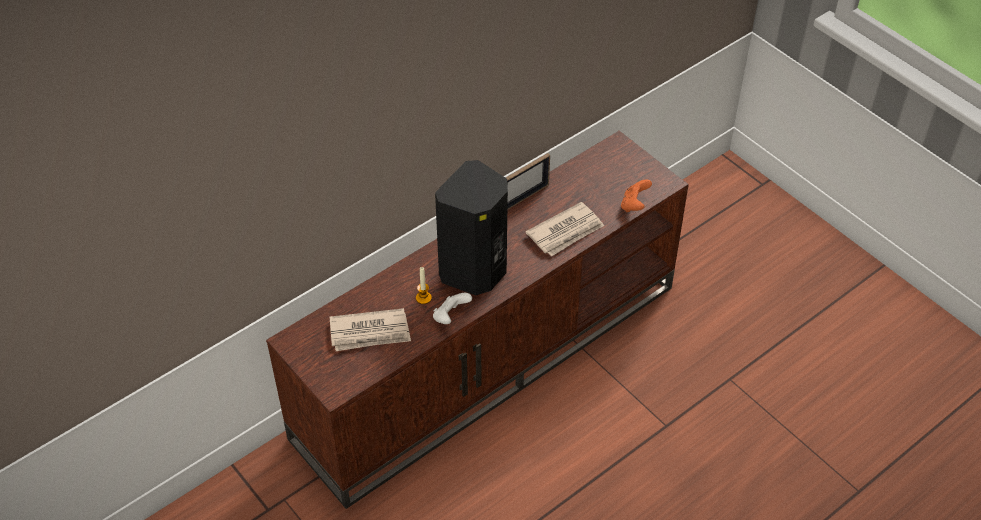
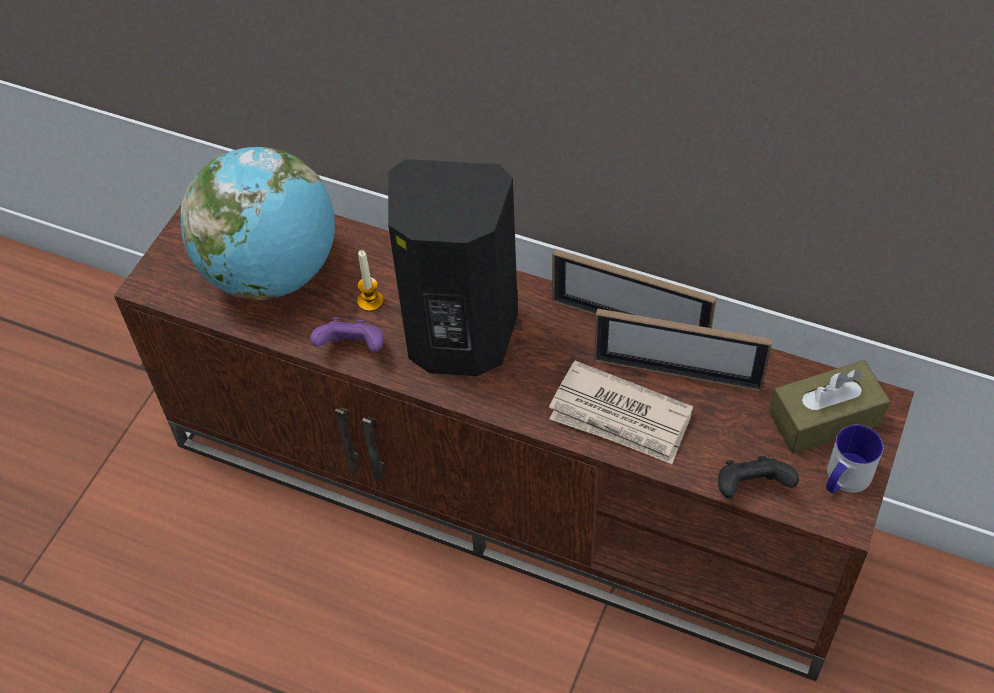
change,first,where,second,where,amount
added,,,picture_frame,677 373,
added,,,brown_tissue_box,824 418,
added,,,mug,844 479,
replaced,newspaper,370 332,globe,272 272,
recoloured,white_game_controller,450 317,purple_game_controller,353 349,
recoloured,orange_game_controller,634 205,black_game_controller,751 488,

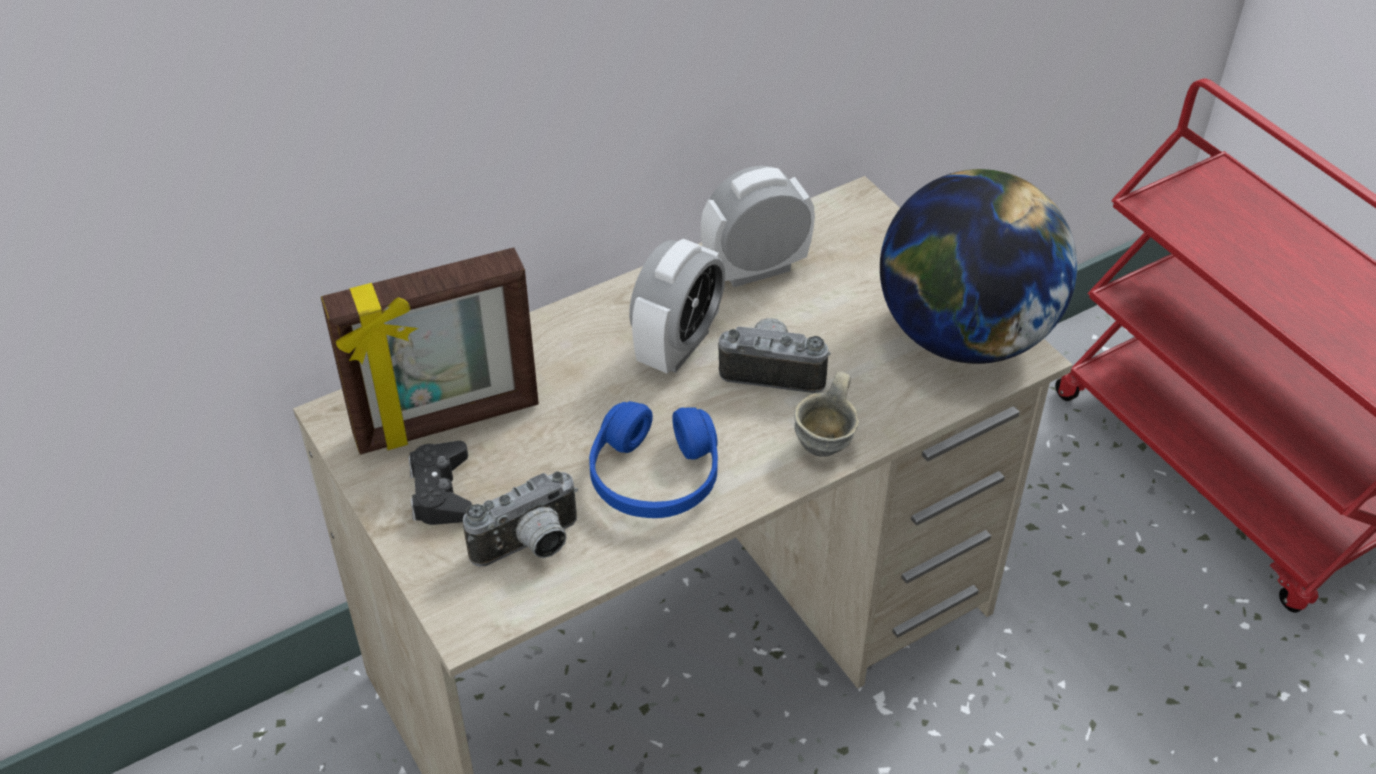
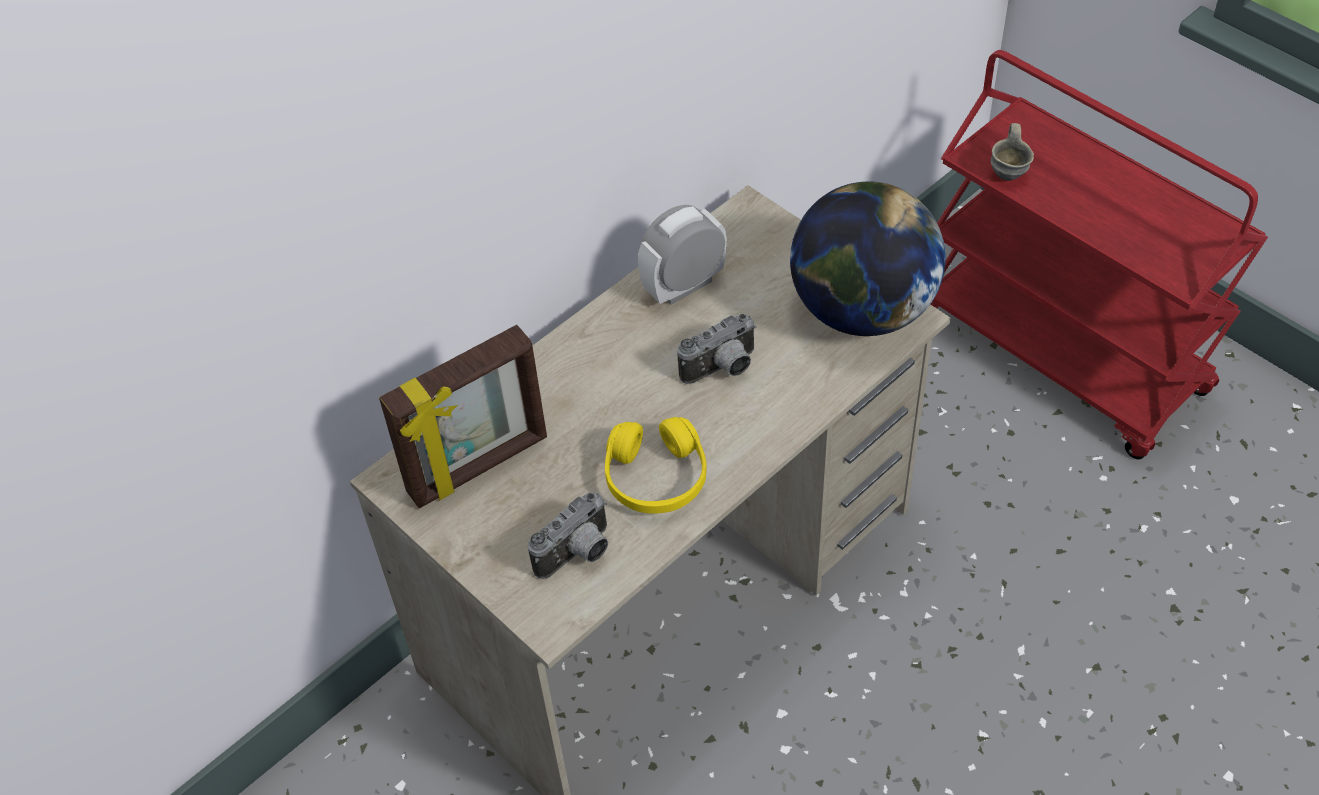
change,first,where,second,where,amount
removed,black_game_controller,441 491,,,
removed,alarm_clock,678 346,,,
moved,grey_mug,828 443,,1010 172,
recoloured,blue_headphones,654 476,yellow_headphones,656 477,
turned,photo_camera,773 370,,722 369,150 degrees clockwise

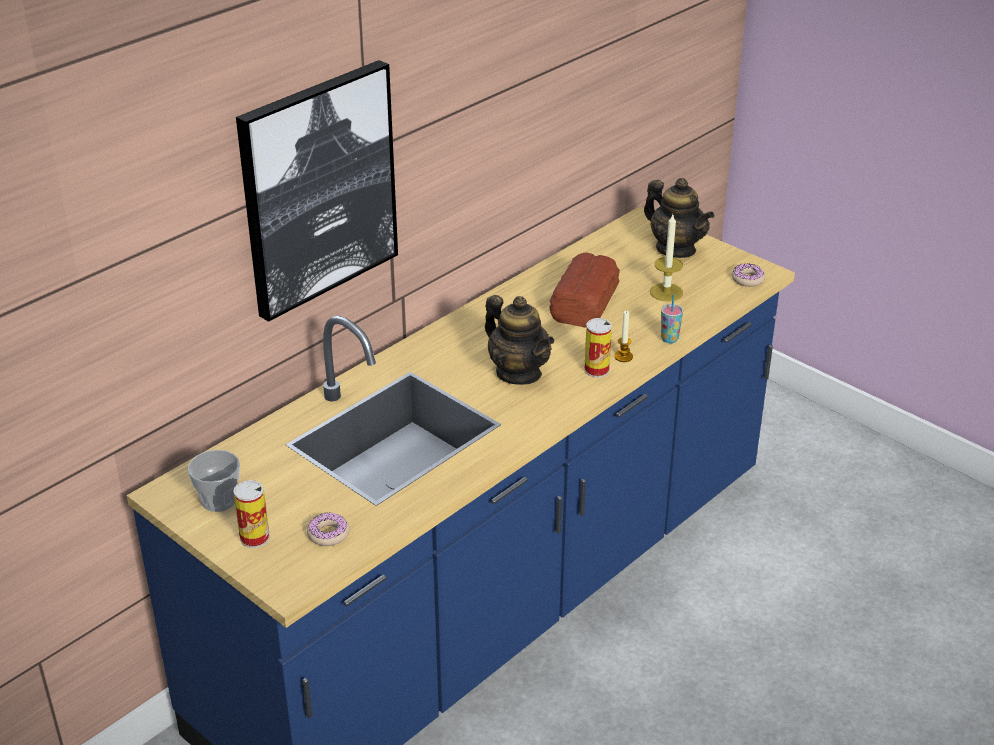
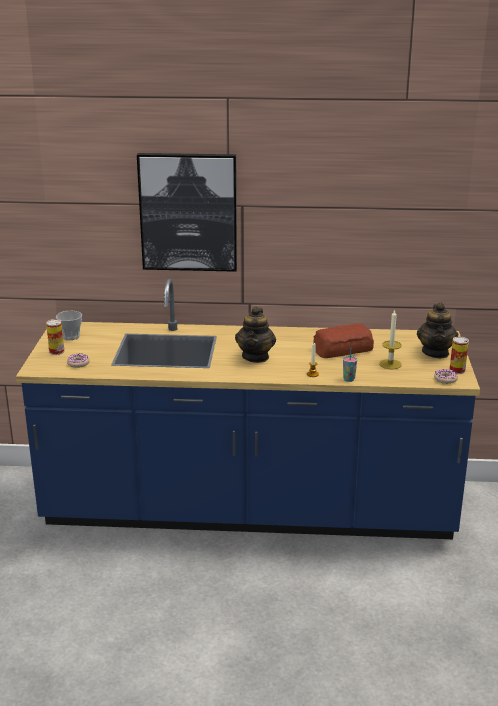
change,first,where,second,where,amount
moved,can,596 370,,457 370,

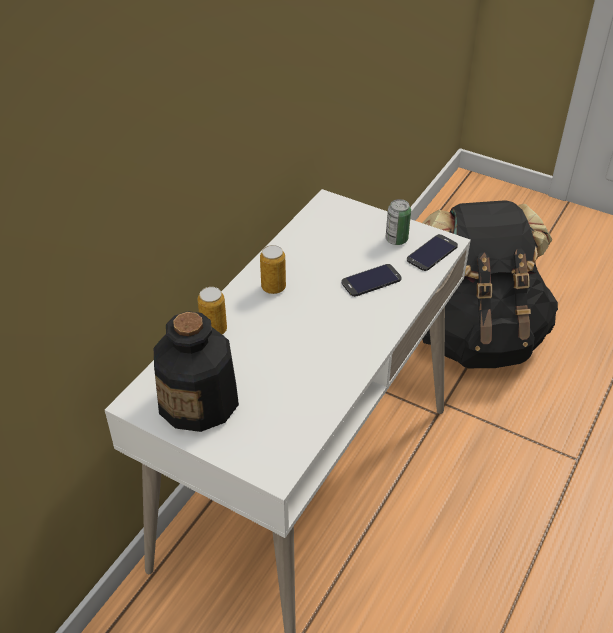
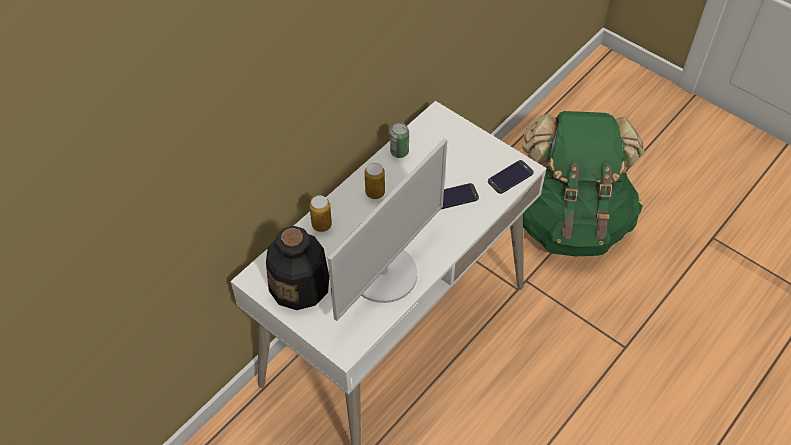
change,first,where,second,where,amount
added,,,monitor,384 273,
moved,can,396 239,,399 152,
recoloured,black_backpack,476 336,green_backpack,570 222,

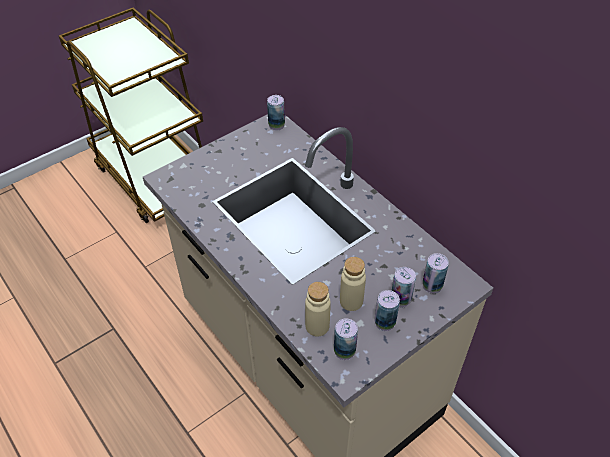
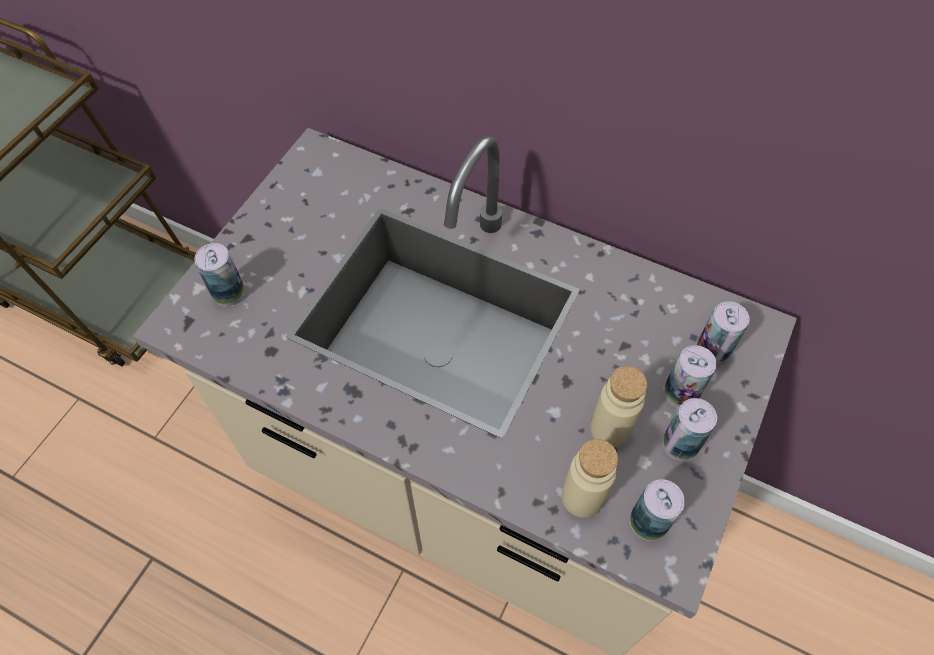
change,first,where,second,where,amount
moved,can,276 125,,229 293,

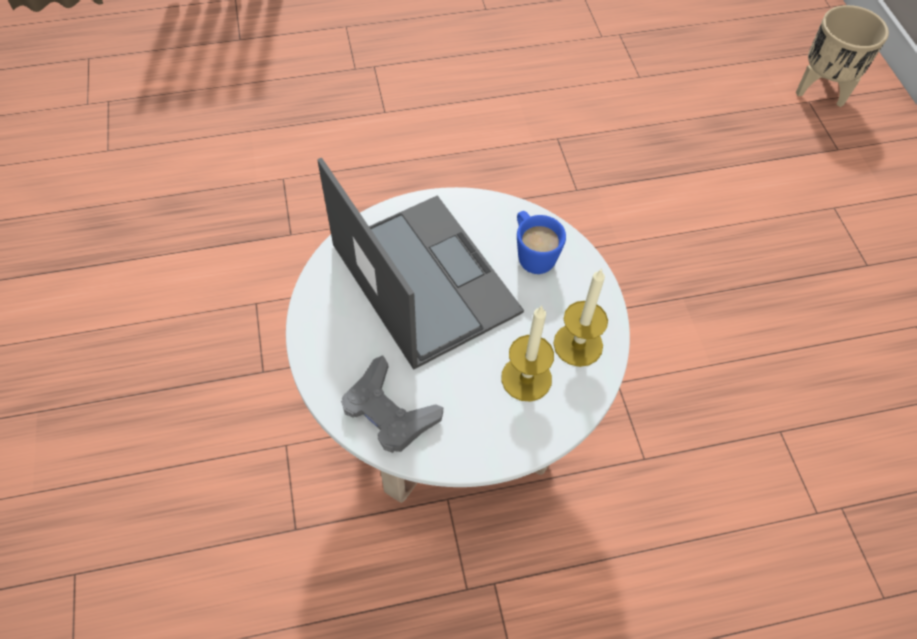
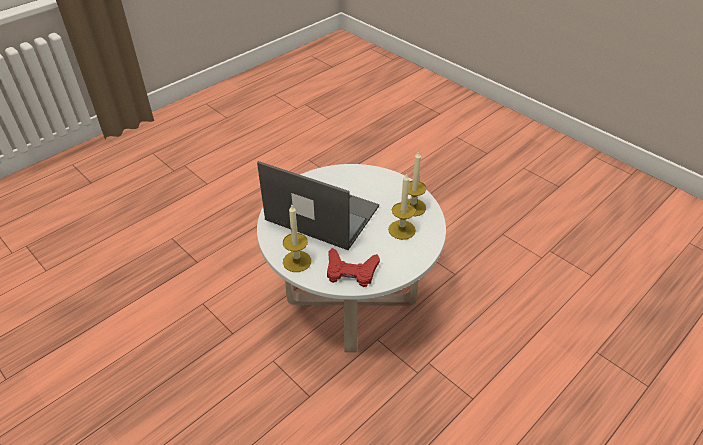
change,first,where,second,where,amount
removed,blue_mug,532 254,,,
removed,beige_planter,821 91,,,
added,,,candle,297 261,
recoloured,grey_game_controller,389 411,red_game_controller,351 271,

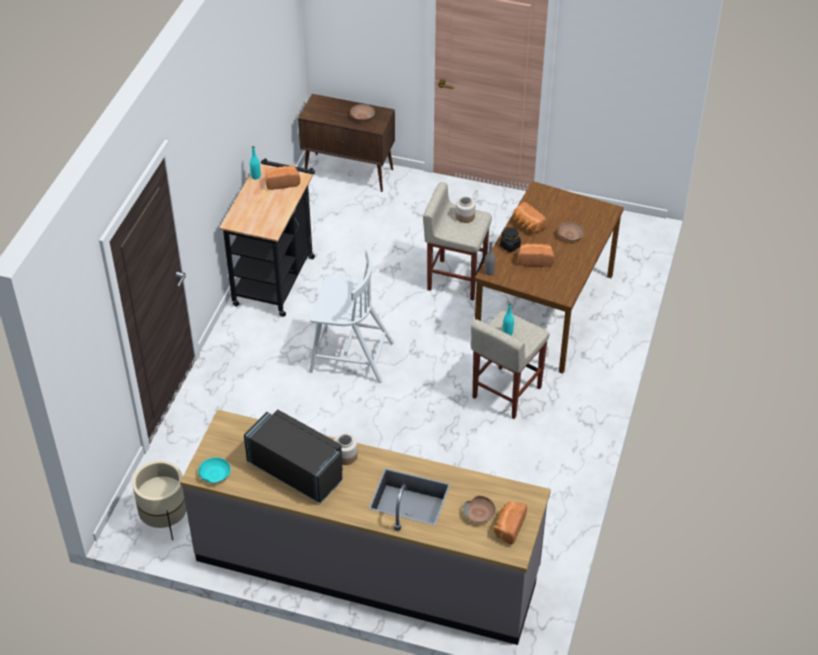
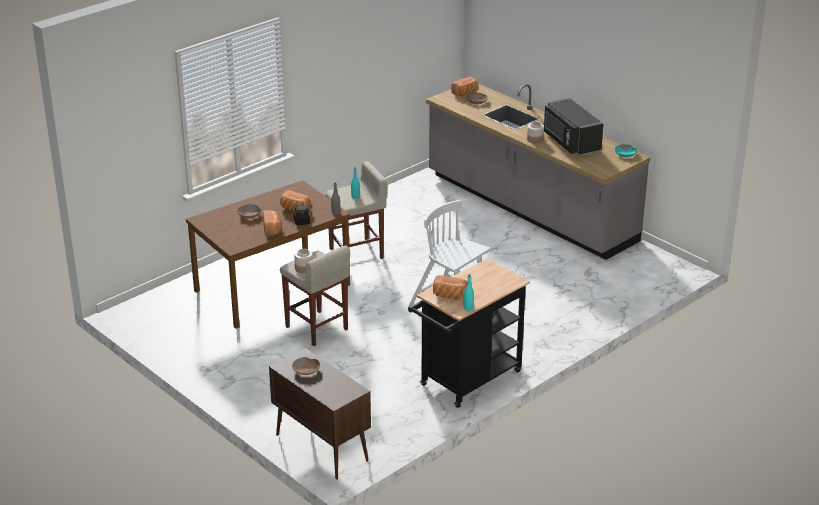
change,first,where,second,where,amount
removed,beige_planter,165 520,,,

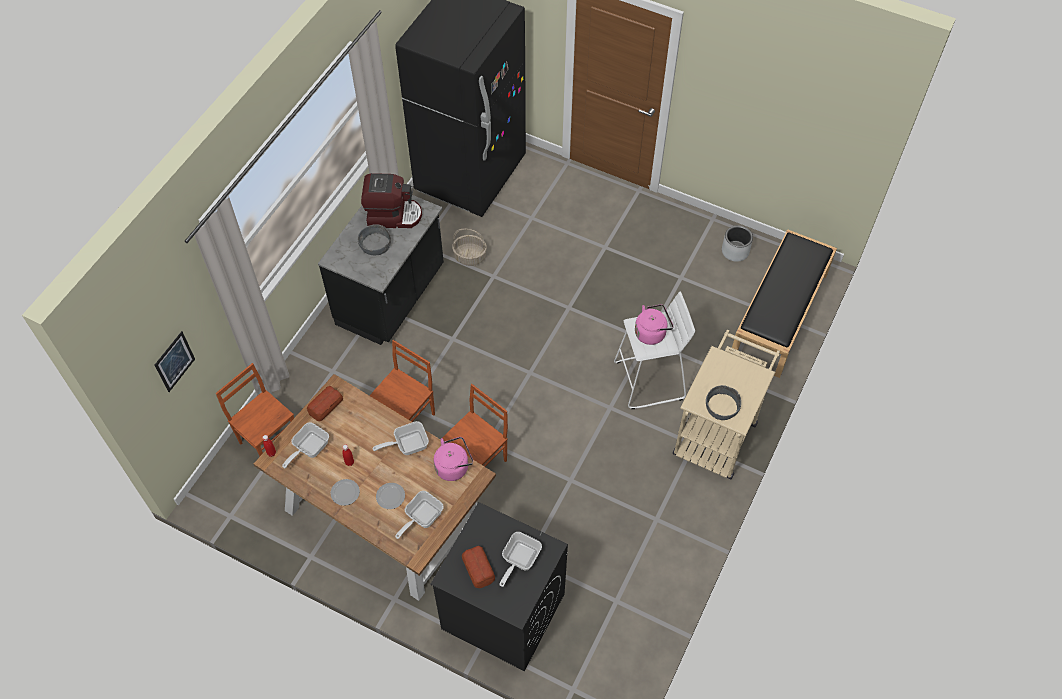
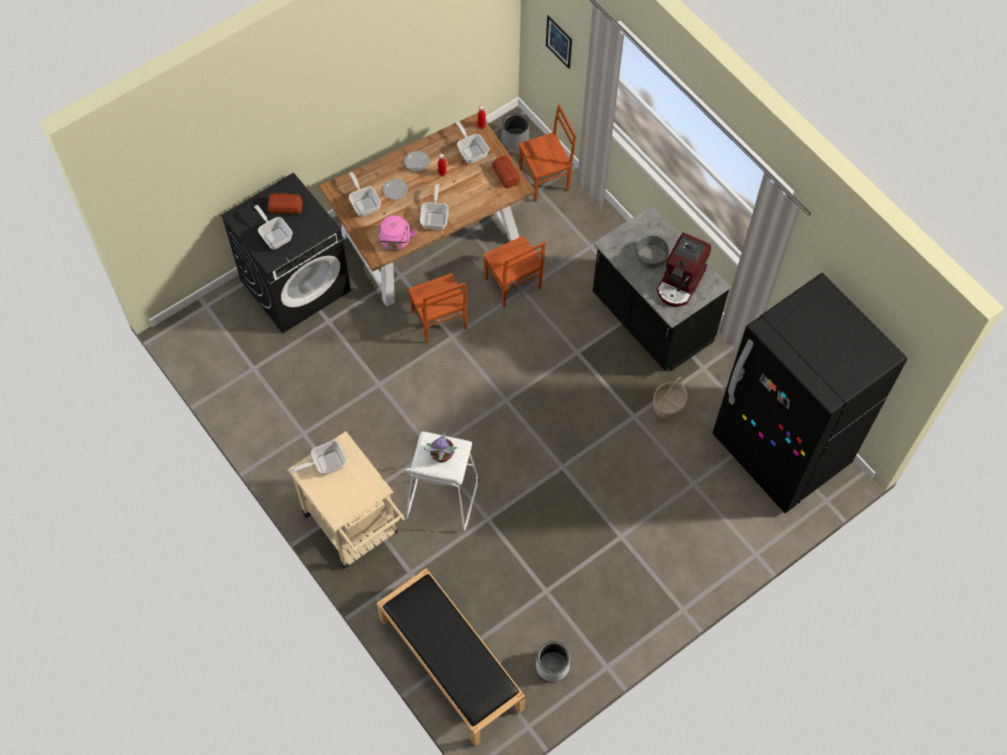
change,first,where,second,where,amount
added,,,grey_planter,515 139,
replaced,pink_kettle,652 333,potted_plant,442 456,
replaced,grey_bowl,721 407,frying_pan,325 464,

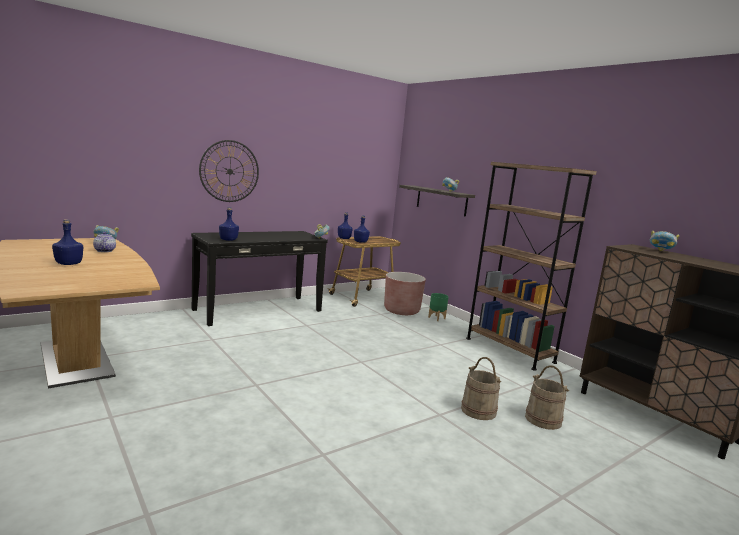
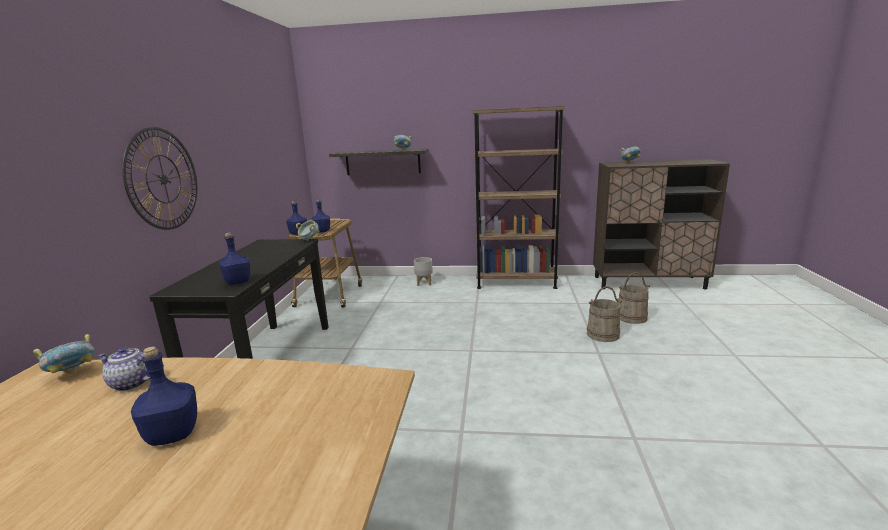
change,first,where,second,where,amount
removed,brown_planter,401 311,,,
recoloured,green_planter,436 318,grey_planter,423 283,

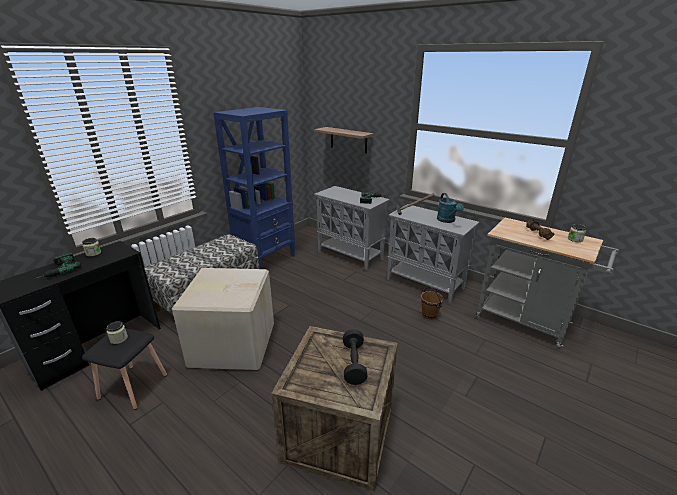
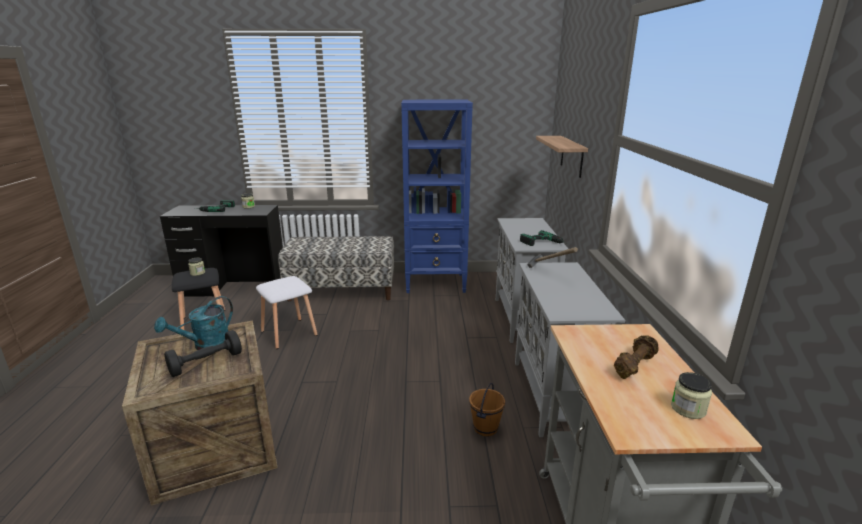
change,first,where,second,where,amount
moved,turquoise_watering_can,447 220,,206 345,
replaced,cardboard_box,232 344,white_stool,289 333,

